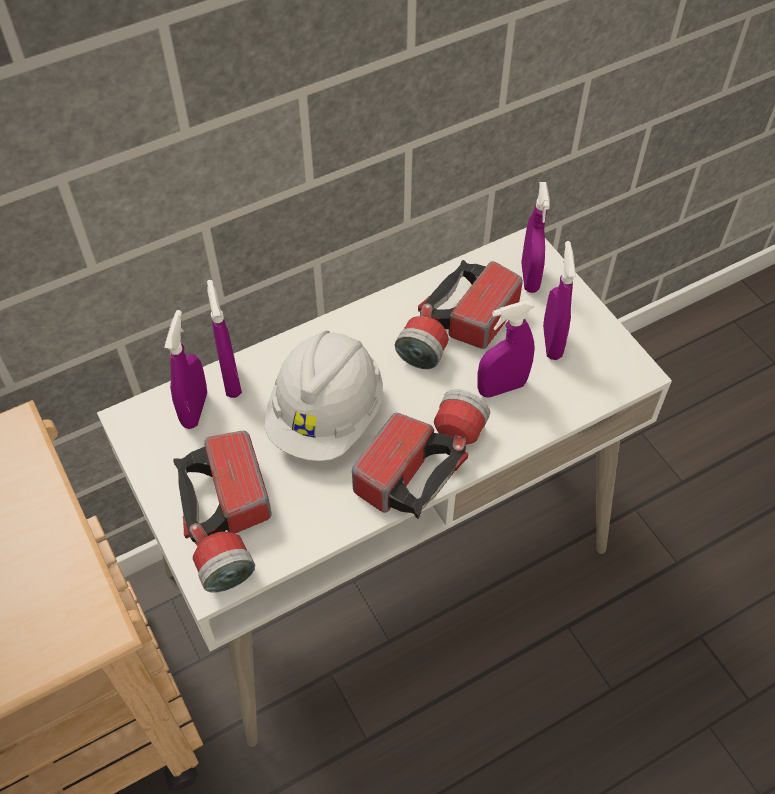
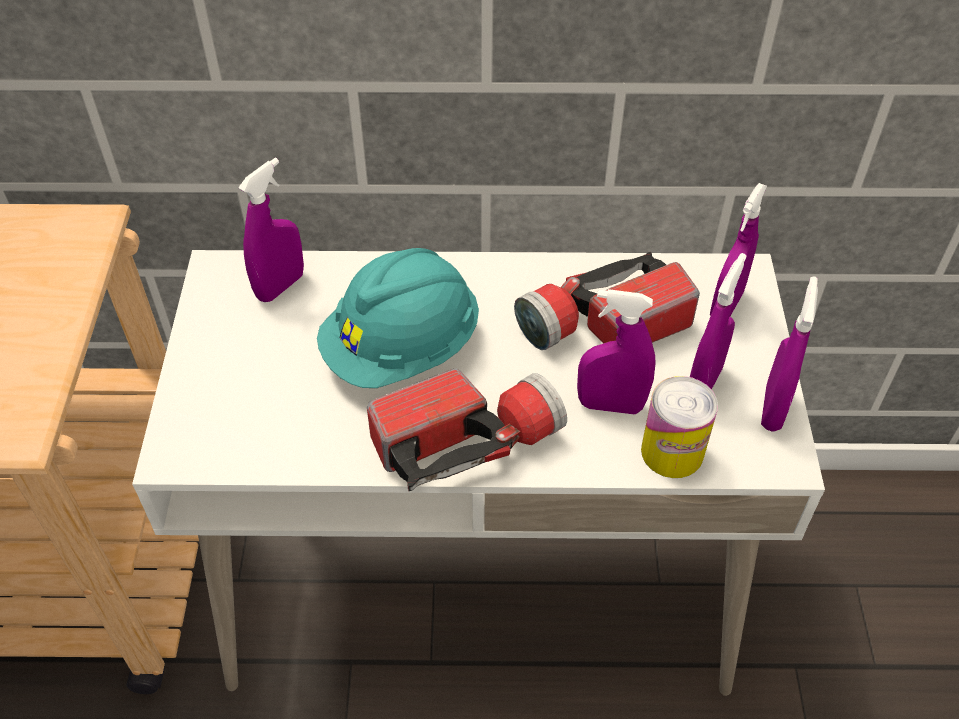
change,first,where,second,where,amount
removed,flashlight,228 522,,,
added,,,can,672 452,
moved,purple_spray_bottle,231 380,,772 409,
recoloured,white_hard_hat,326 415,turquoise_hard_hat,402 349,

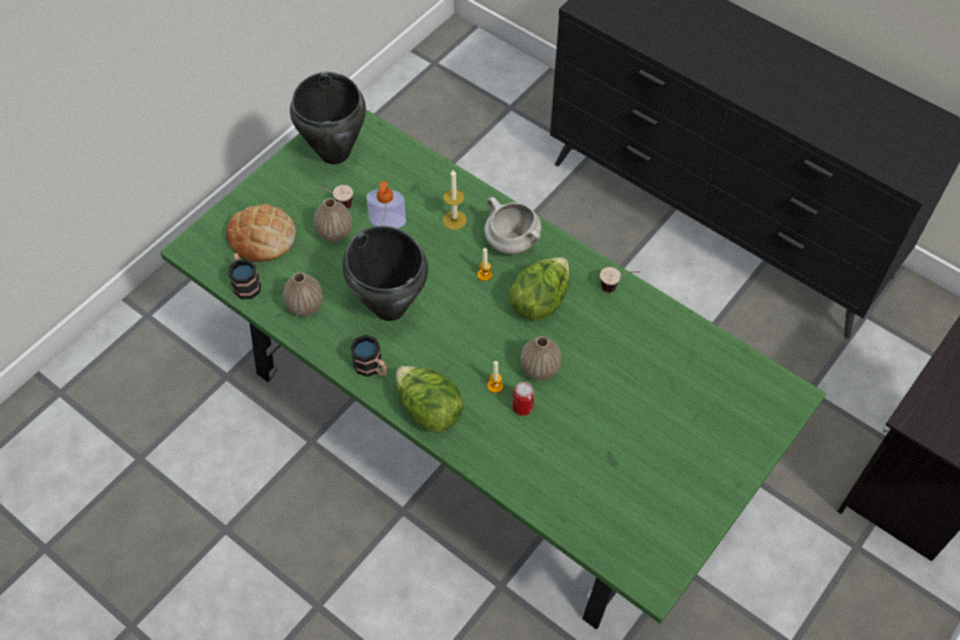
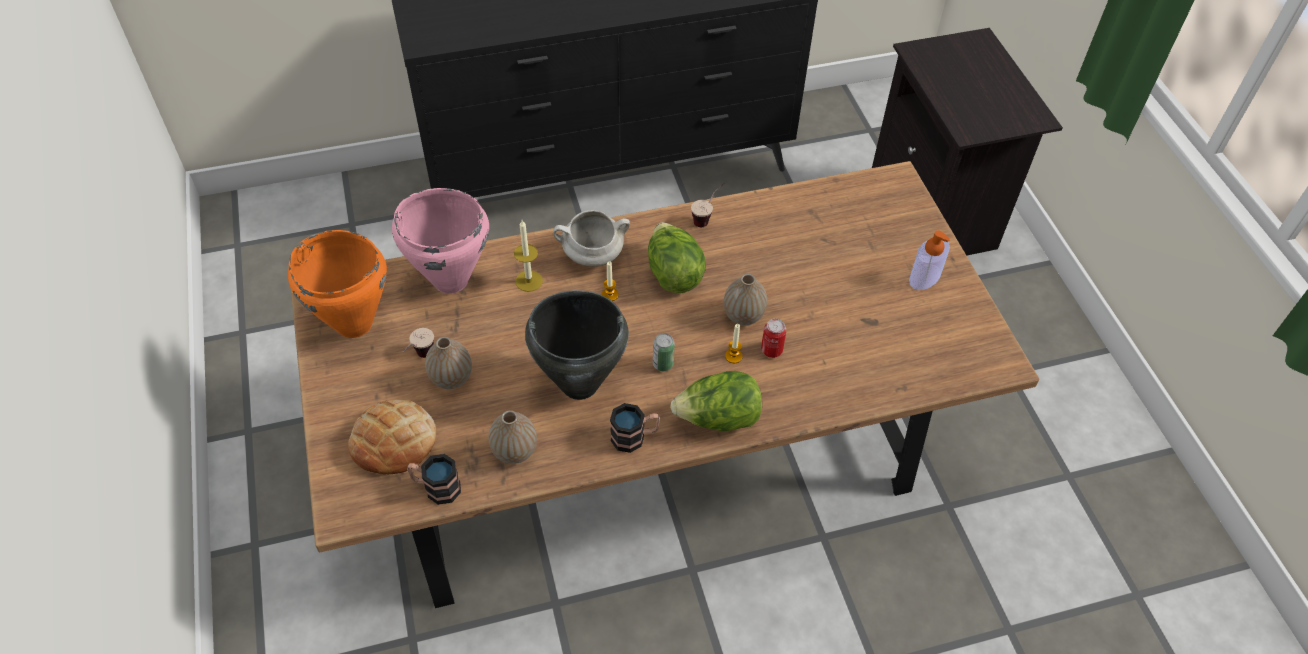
change,first,where,second,where,amount
added,,,pink_cooking_pot,450 279,
added,,,can,663 364,
moved,soap_dispenser,387 220,,924 277,
recoloured,green_dining_table,480 420,brown_dining_table,650 450,
recoloured,black_cooking_pot,334 153,orange_cooking_pot,354 324,

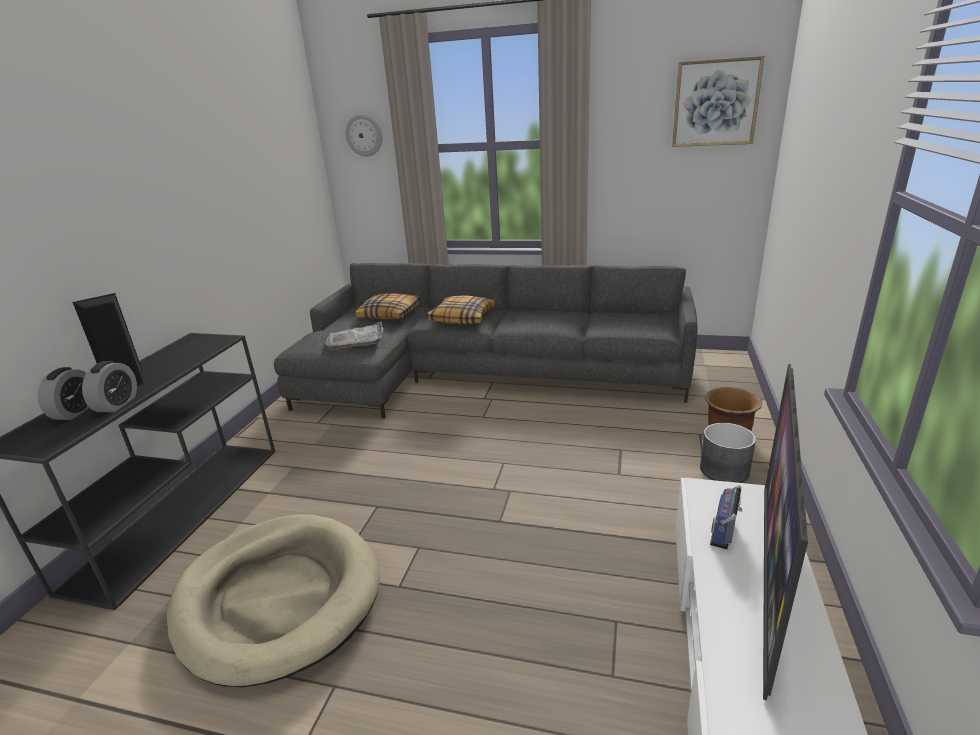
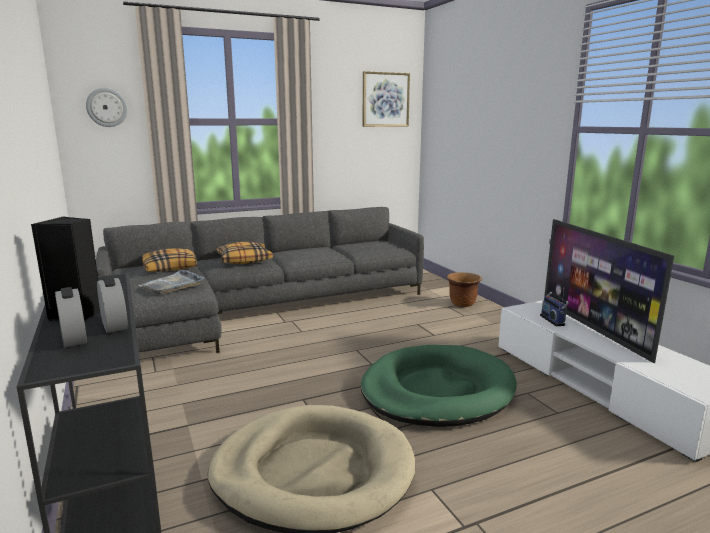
change,first,where,second,where,amount
removed,grey_planter,724 470,,,
added,,,green_dog_bed,437 391,

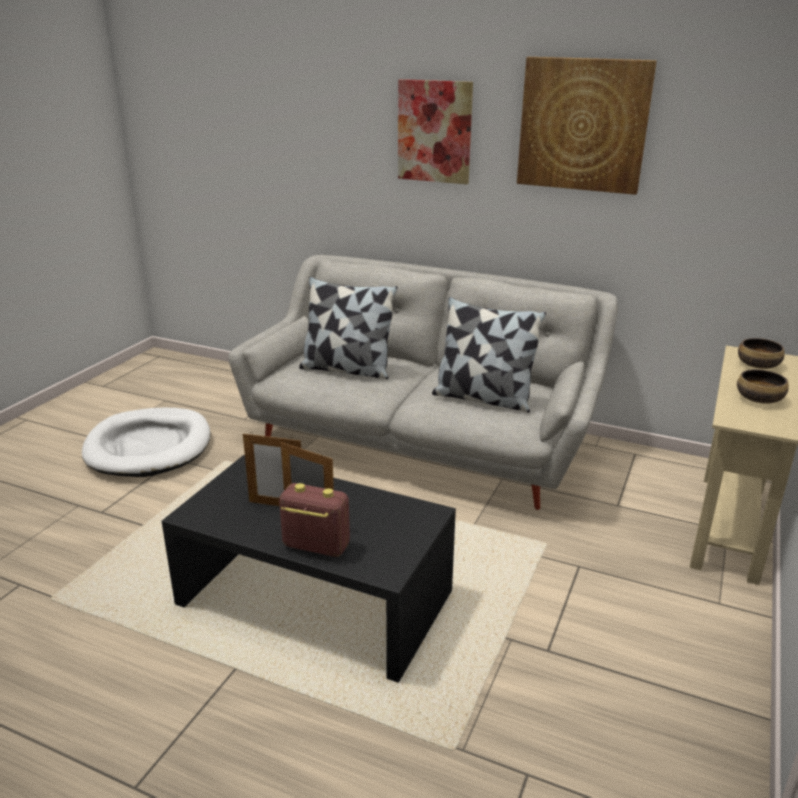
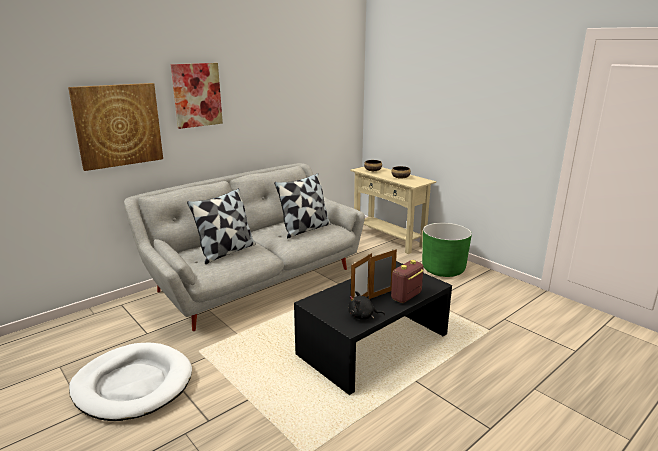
change,first,where,second,where,amount
added,,,black_plush_toy,363 316,
added,,,green_planter,443 269,
moved,picture,583 125,,118 125,

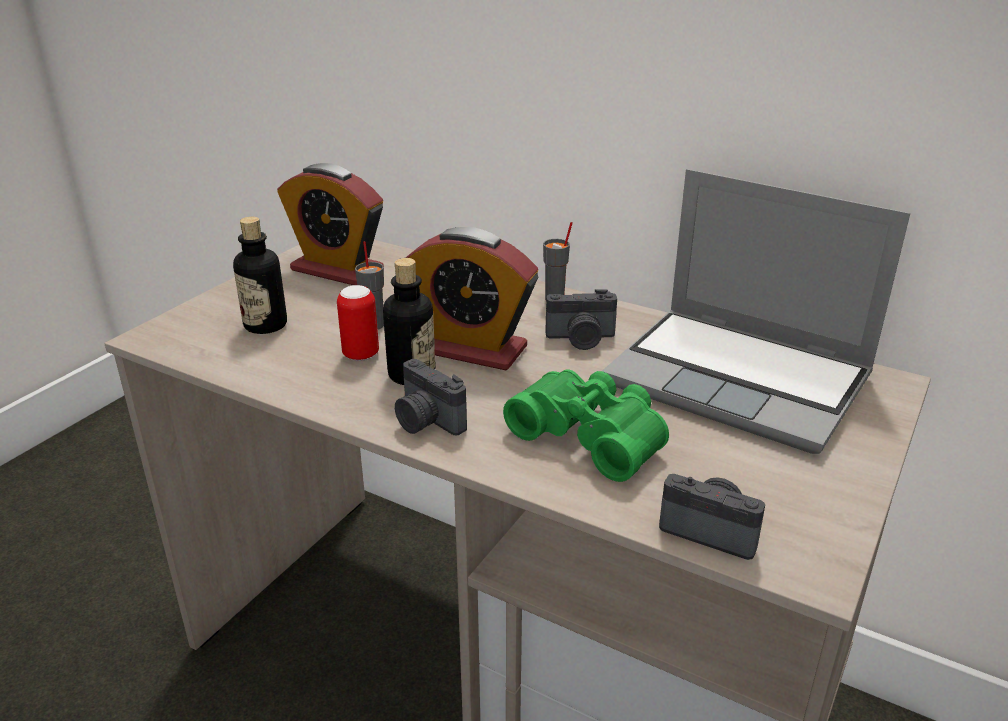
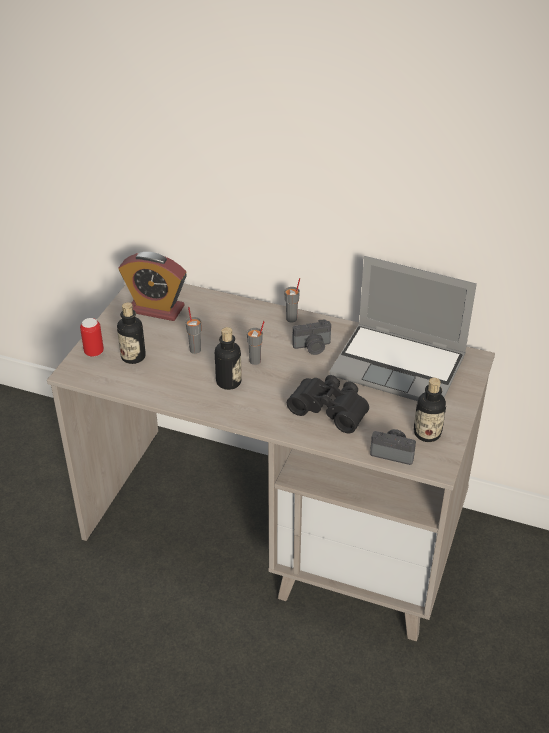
change,first,where,second,where,amount
removed,photo_camera,426 421,,,
added,,,bottle,427 433,
moved,can,361 355,,94 352,
replaced,alarm_clock,472 349,grey_cup,255 361,
recoloured,green_binoculars,592 435,black_binoculars,330 409,

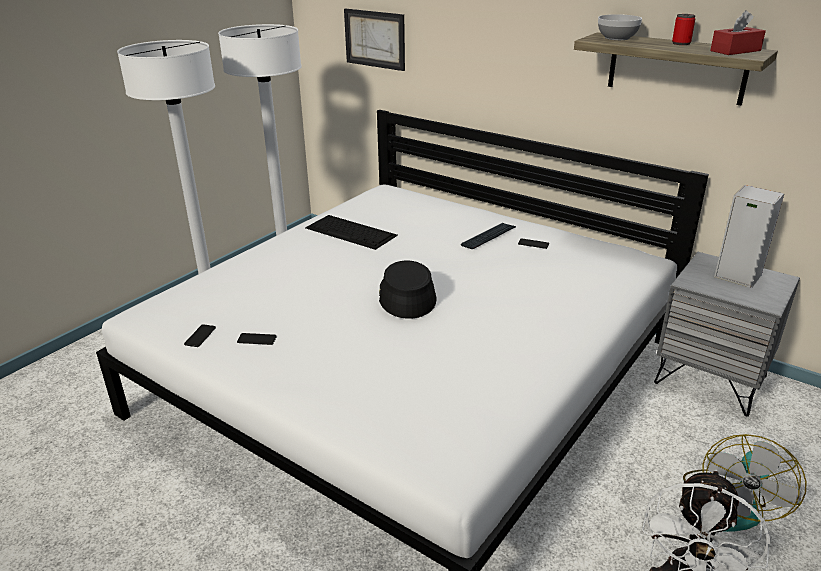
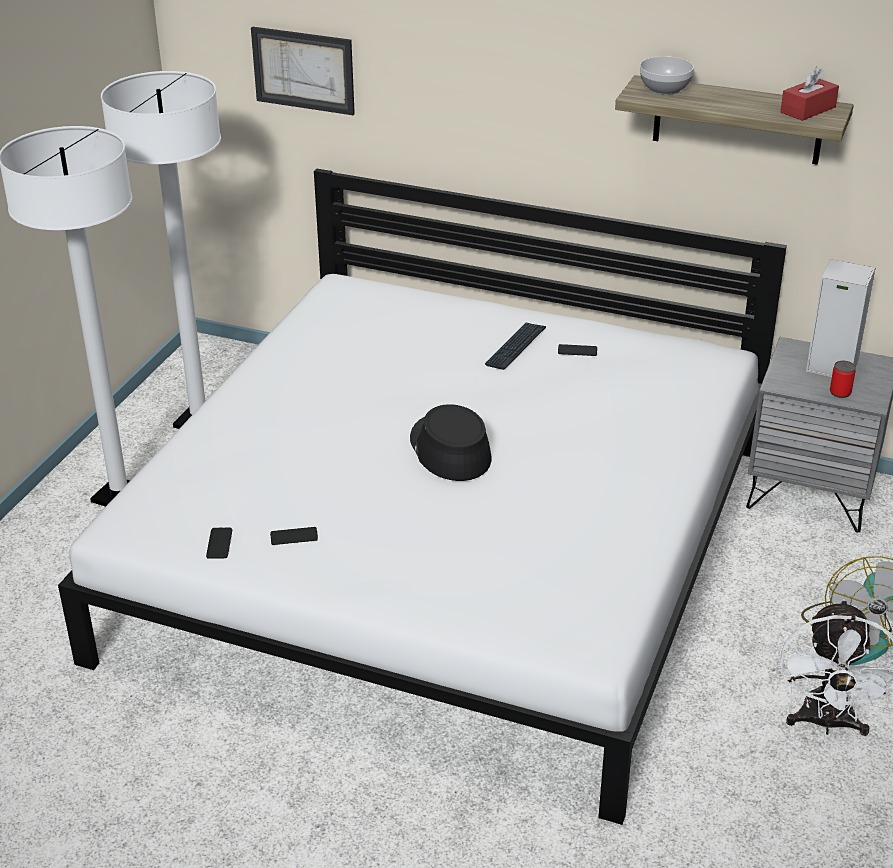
change,first,where,second,where,amount
removed,keyboard,351 232,,,
moved,can,681 43,,840 392,

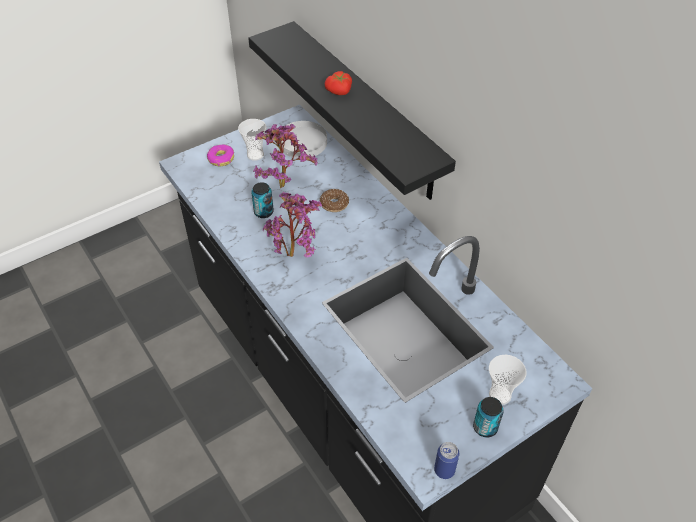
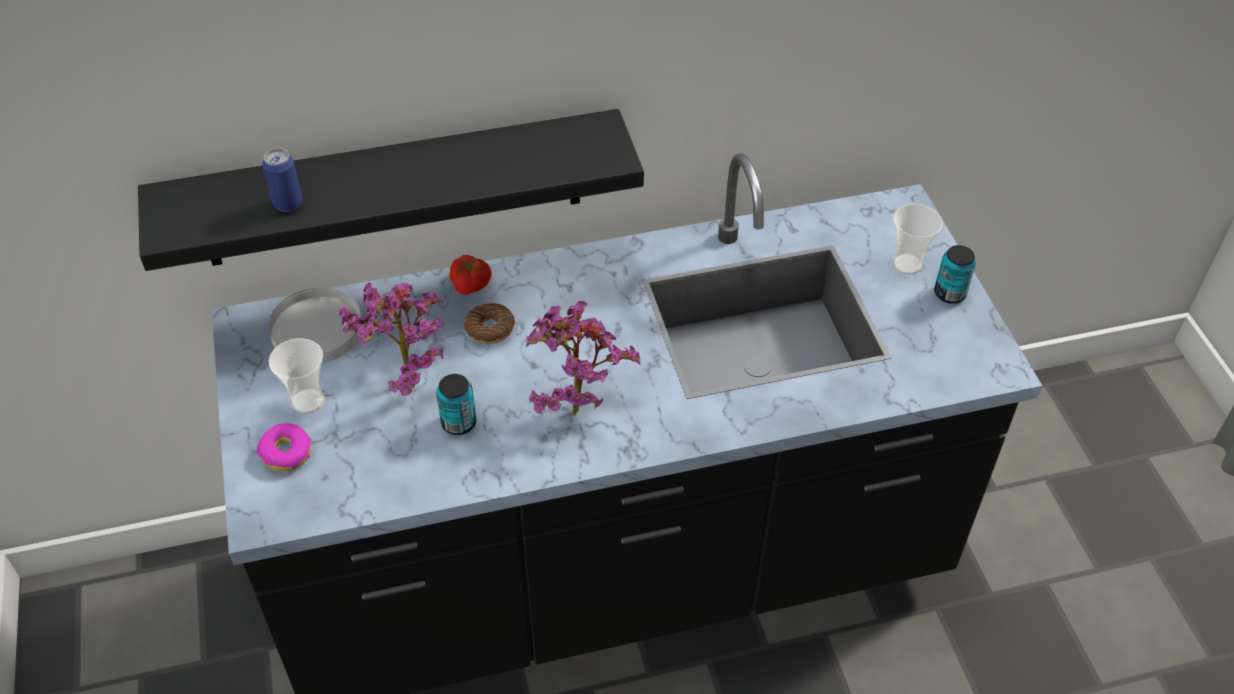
change,first,where,second,where,amount
moved,tomato,339 91,,471 284,
moved,can,444 470,,288 203,

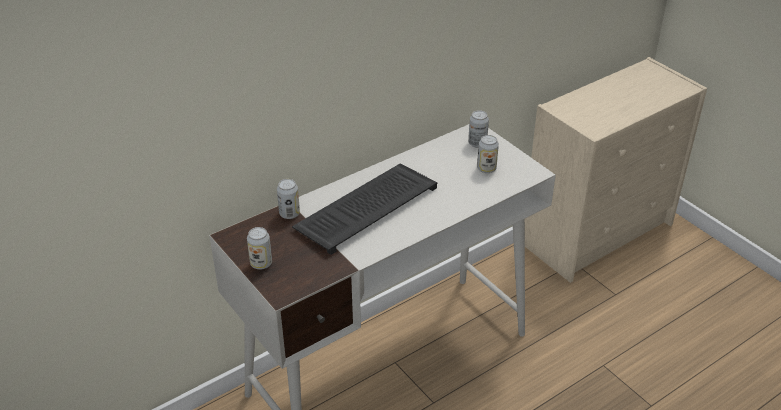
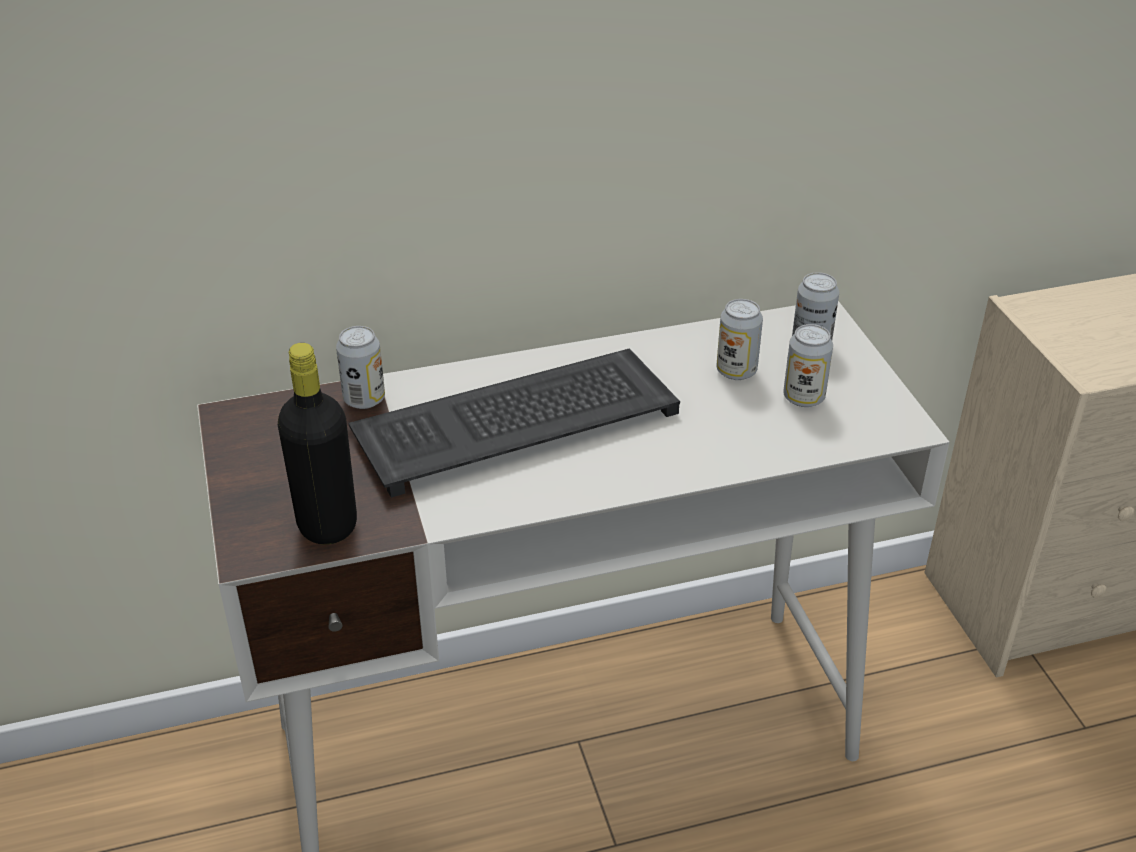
change,first,where,second,where,amount
added,,,black_bottle,327 525,
moved,can,261 263,,736 371,

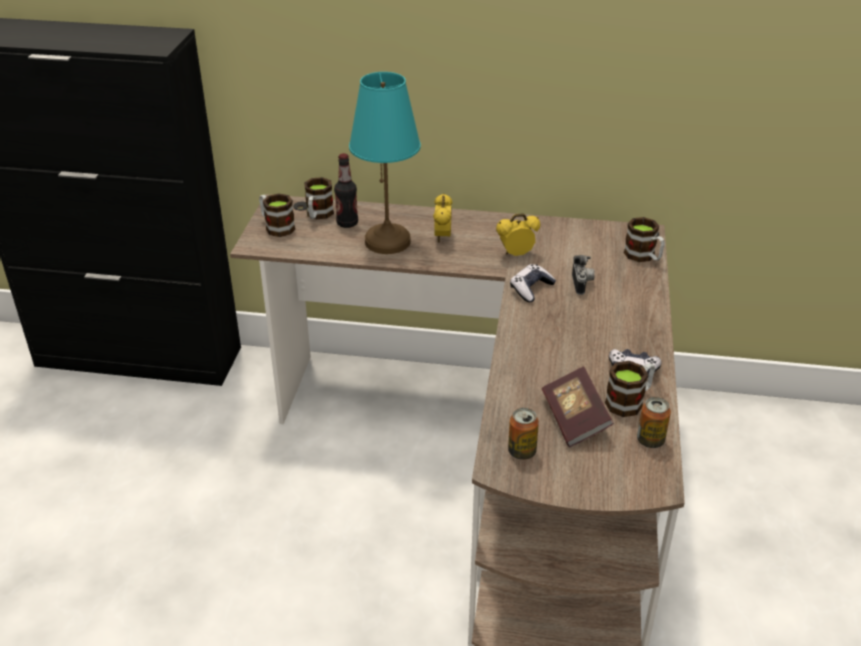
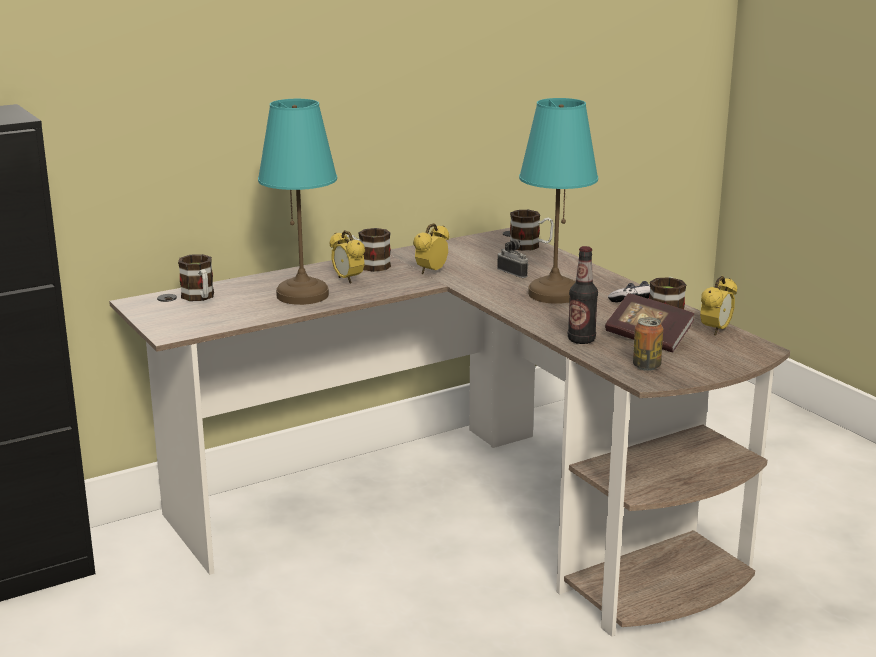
change,first,where,second,where,amount
removed,game_controller,531 289,,,
added,,,turquoise_table_lamp,554 294,
moved,mug,276 227,,367 266,
moved,bottle,347 223,,581 340,
replaced,can,650 440,alarm_clock,715 331,

